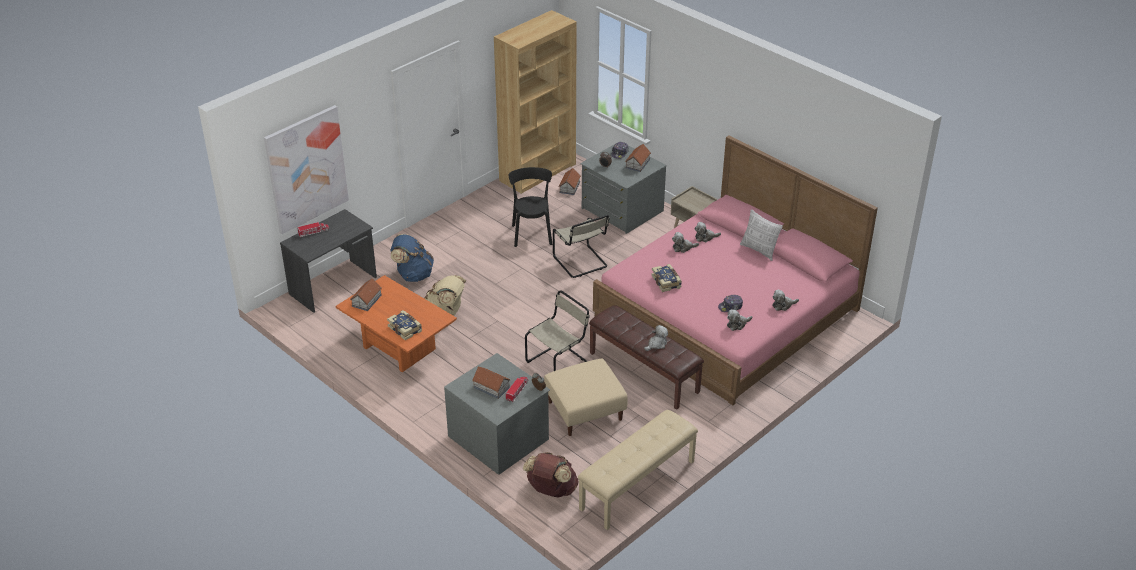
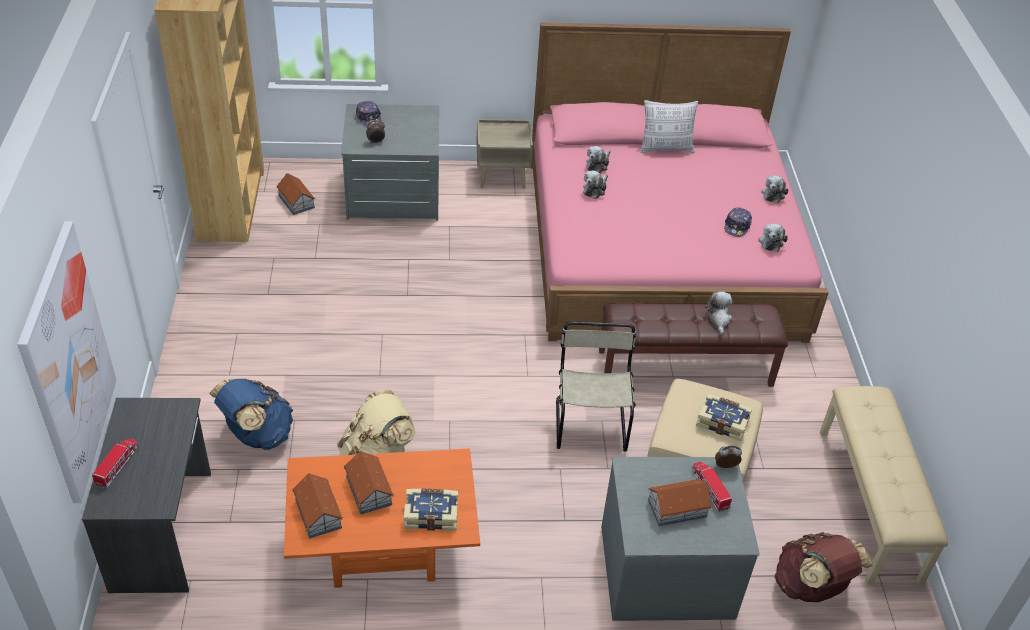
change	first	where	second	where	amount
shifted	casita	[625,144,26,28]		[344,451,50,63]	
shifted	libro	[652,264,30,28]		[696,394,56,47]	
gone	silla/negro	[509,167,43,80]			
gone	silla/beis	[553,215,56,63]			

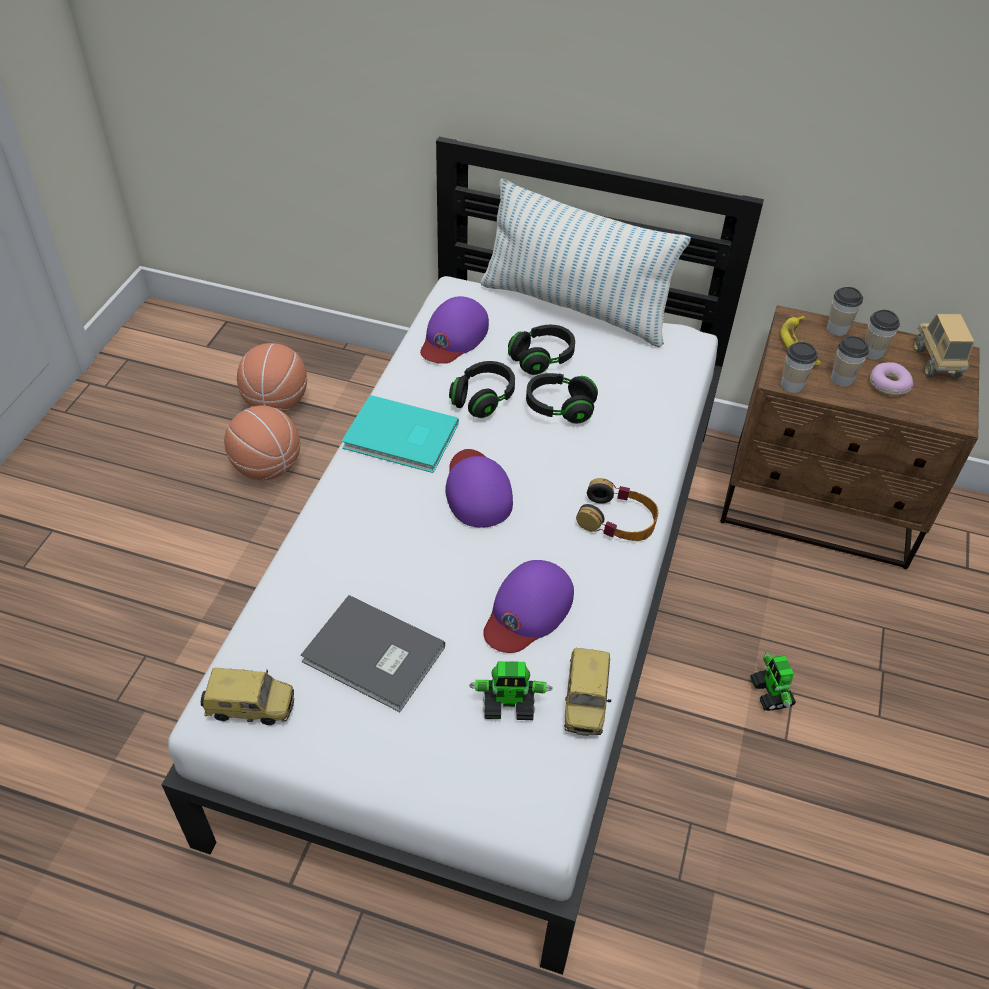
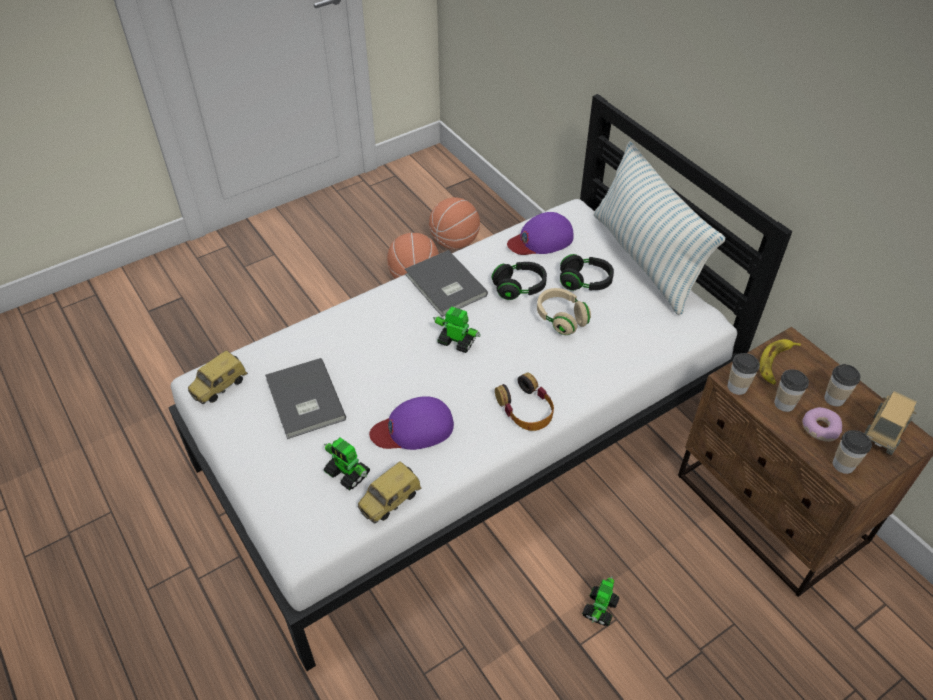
change	first	where	second	where	amount
rotated	coche de juguete	[201,668,93,57]		[188,350,60,54]	90 degrees clockwise
repainted	libro/turquesa	[341,395,118,78]	libro/gris	[405,250,83,67]	
swapped	gorra/morado	[445,449,68,79]	robot de juguete	[433,307,48,46]	
repainted	auriculares/negro	[526,373,72,51]	auriculares/beis	[537,288,54,47]	
shifted	taza	[827,287,36,49]		[833,430,39,44]	

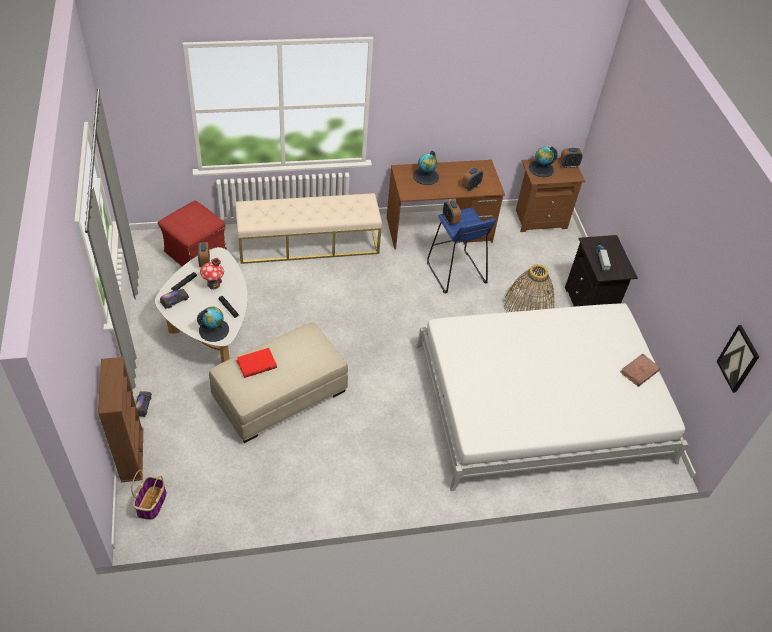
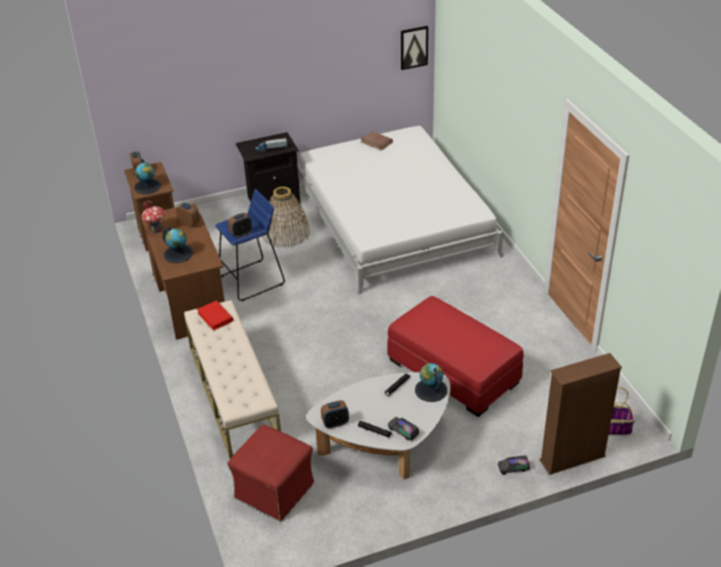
change	first	where	second	where	amount
shifted	casita	[200,258,24,31]		[142,201,23,33]	
shifted	libro/rojo	[236,348,41,30]		[197,301,37,30]	
repainted	puf/beis	[209,322,139,121]	puf/rojo	[387,296,137,121]	

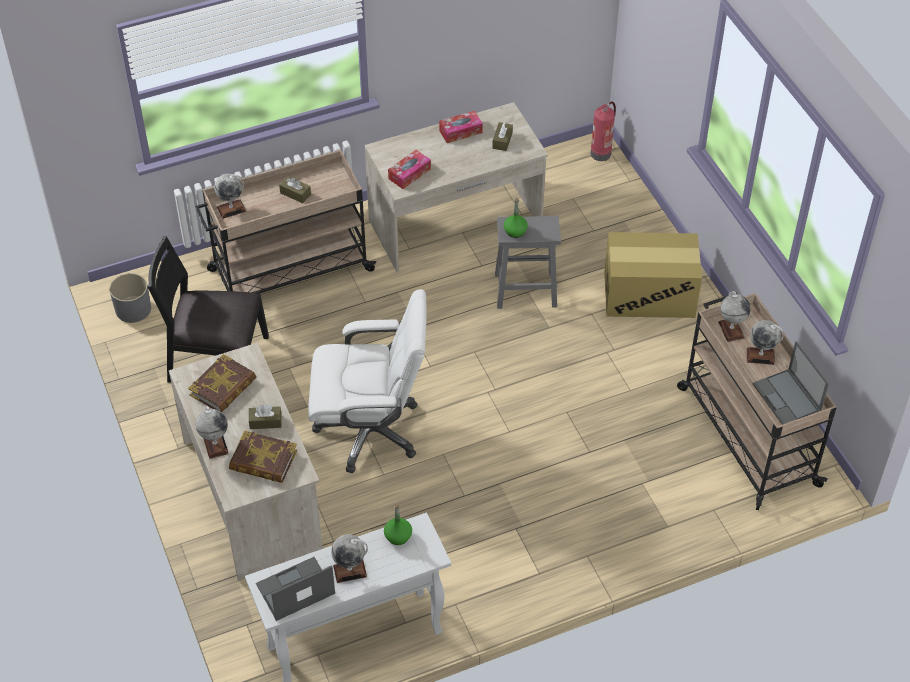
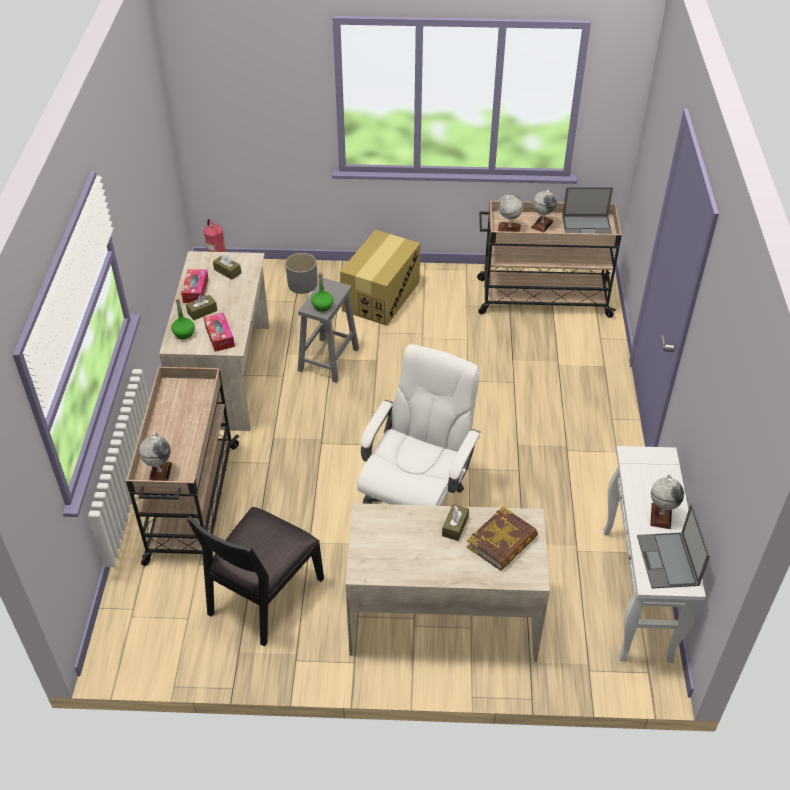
change	first	where	second	where	amount
shifted	botella/verde	[384,504,28,41]		[171,299,24,40]	
shifted	caja de pañuelos/marrón	[279,176,32,27]		[186,294,31,26]	
shifted	maceta/gris	[109,273,42,50]		[285,253,32,41]	
gone	libro	[188,354,68,58]			
gone	globo terráqueo	[196,406,33,53]			

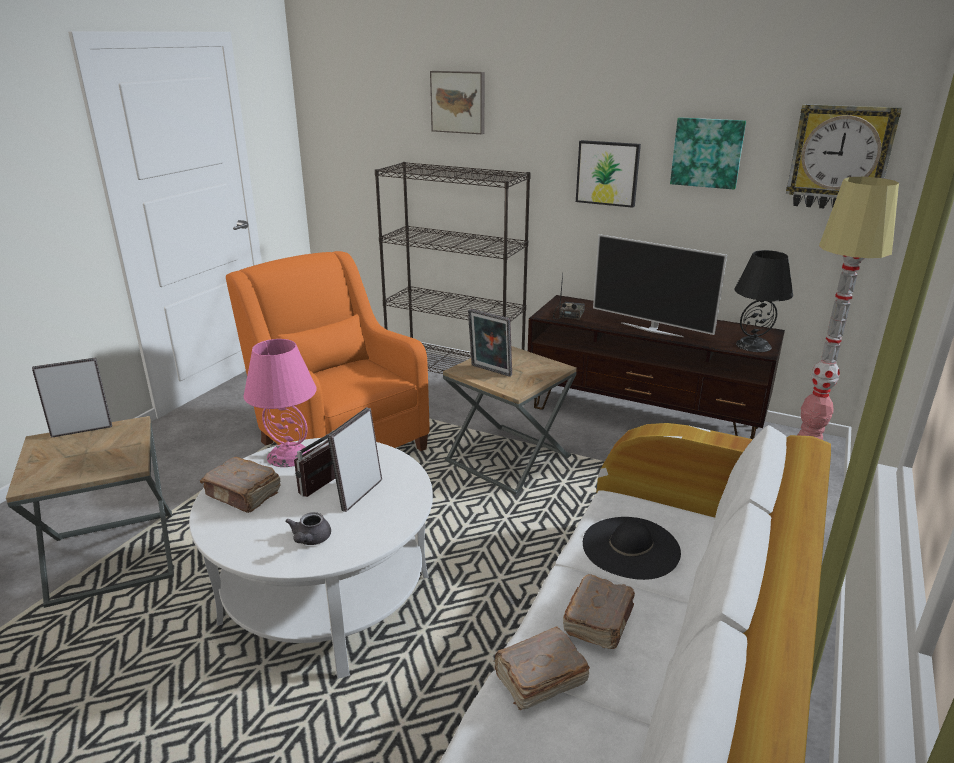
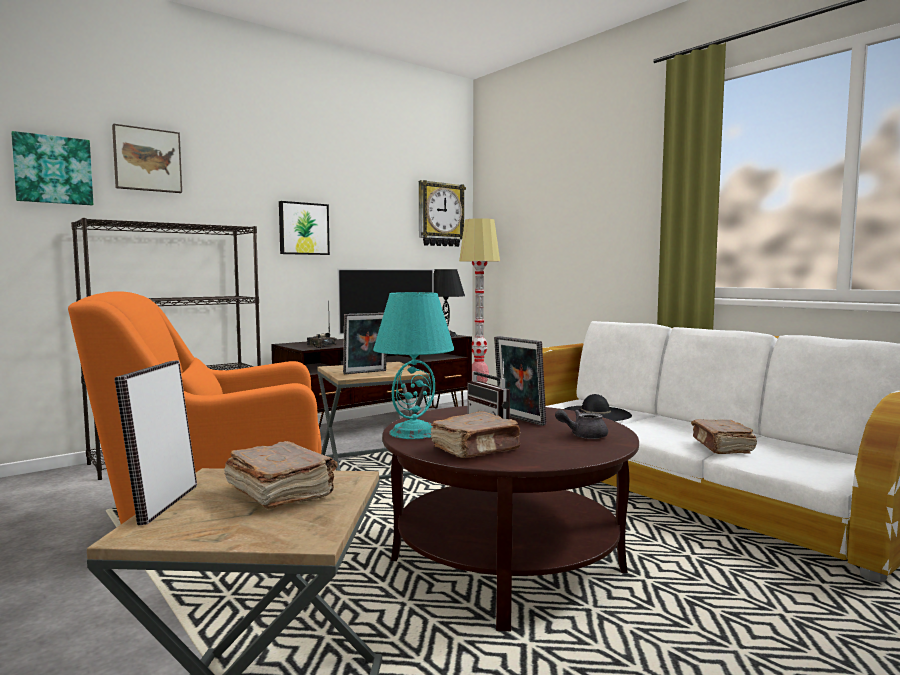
change	first	where	second	where	amount
shifted	cuadro	[670,117,76,73]		[11,131,82,74]	
shifted	libro/marrón	[563,574,72,75]		[224,441,114,68]	
repainted	lámpara de mesa/rosa	[243,339,74,128]	lámpara de mesa/turquesa	[373,292,81,147]	
repainted	mesa de centro/blanco	[189,438,244,241]	mesa de centro/marrón	[382,406,257,225]	
rotated	tetera/gris	[285,512,46,33]		[555,409,53,30]	135 degrees clockwise

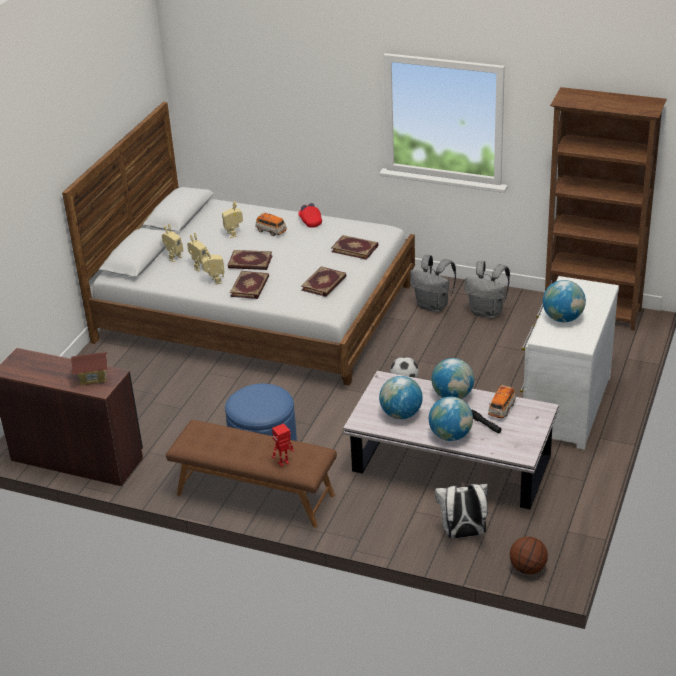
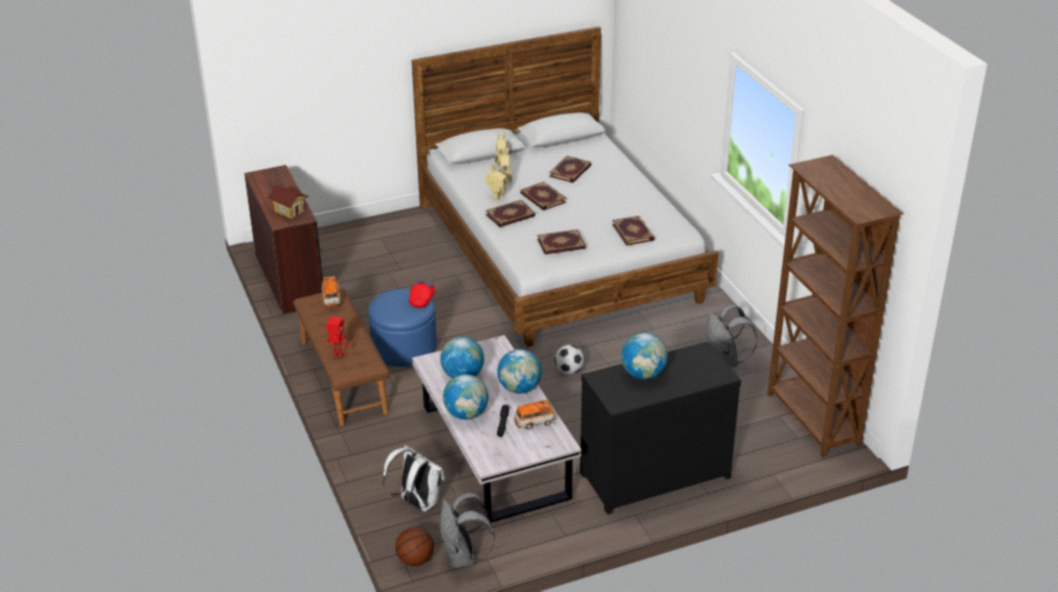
change	first	where	second	where	amount
shifted	coche de juguete	[255,212,32,24]		[322,276,19,30]	
shifted	gorra/rojo	[298,203,24,25]		[409,279,27,29]	
shifted	mochila/gris	[410,255,46,57]		[440,493,55,75]	
swapped	robot de juguete	[222,201,21,37]	libro	[549,156,42,27]	
repainted	cómoda/blanco	[520,276,99,173]	cómoda/negro	[580,342,161,172]	

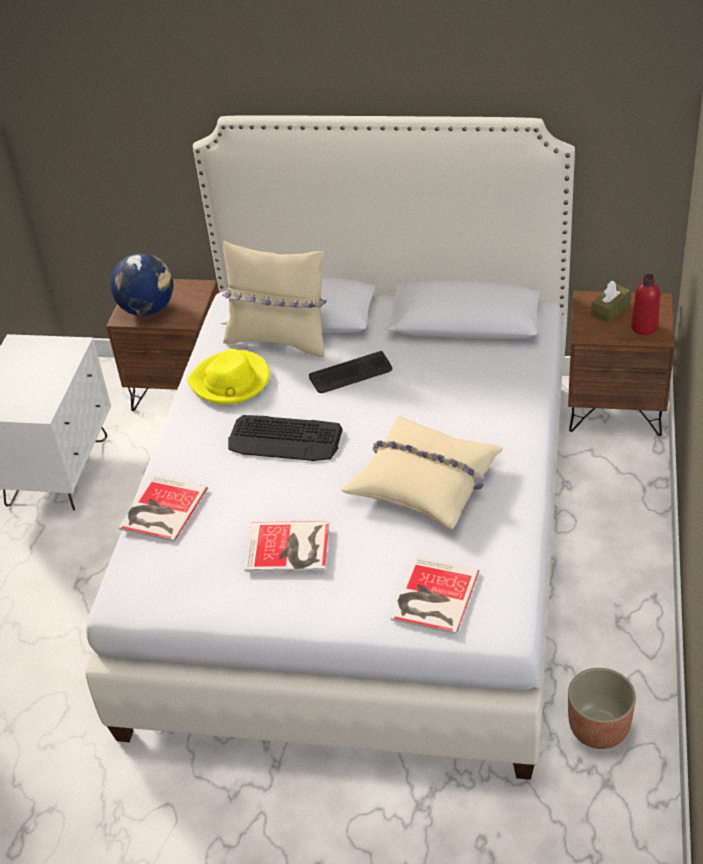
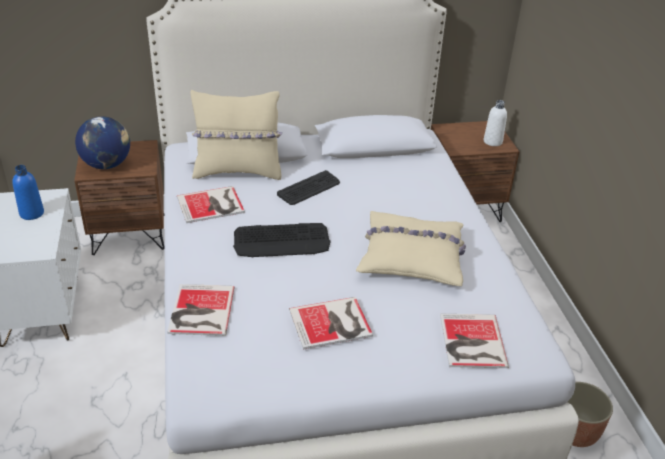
change	first	where	second	where	amount
new			botella/azul	[12,165,32,55]	
swapped	sombrero/amarillo	[187,349,83,56]	libro	[177,186,68,37]	
repainted	botella/rojo	[631,274,29,61]	botella/blanco	[484,100,23,46]	
gone	caja de pañuelos/marrón	[591,281,40,42]			

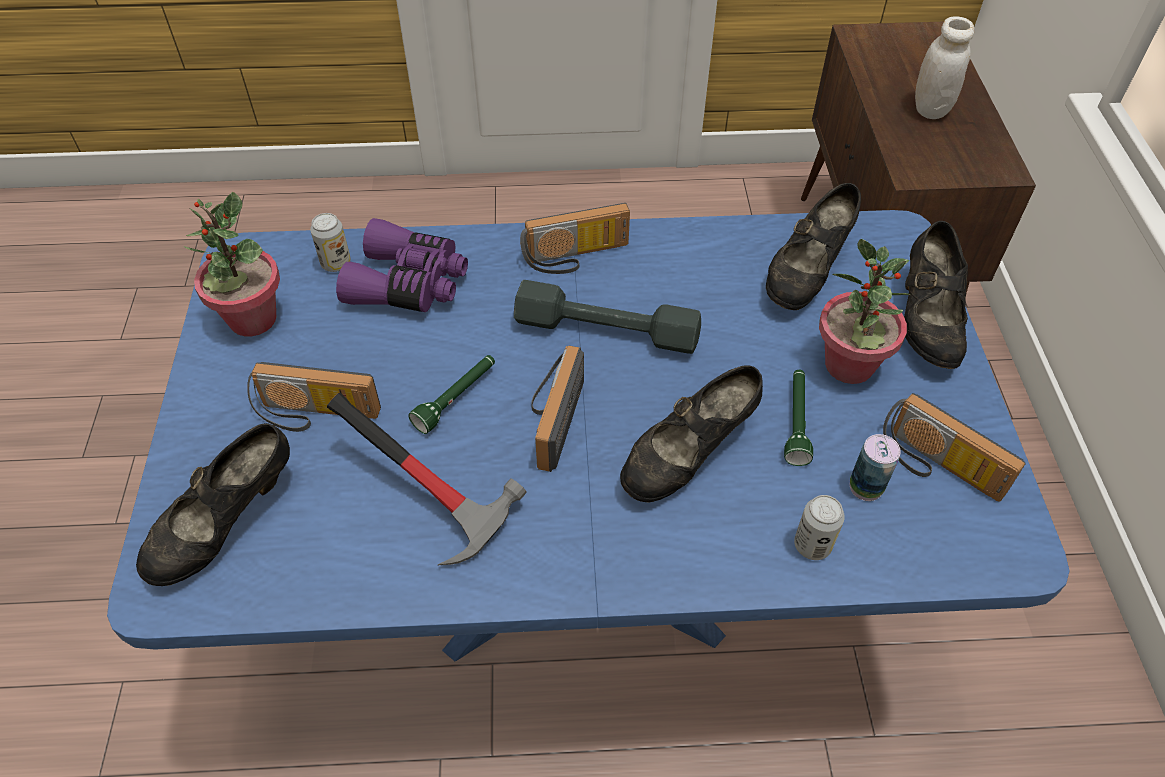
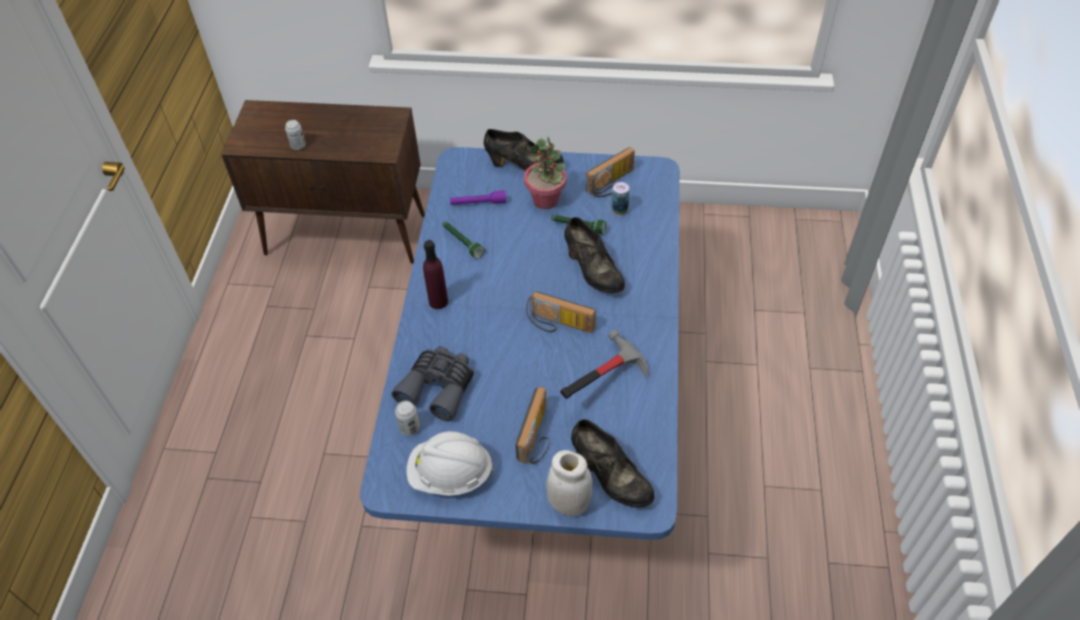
change	first	where	second	where	amount
shifted	lata	[794,495,51,65]		[285,120,21,30]	
repainted	prismáticos/morado	[336,218,132,94]	prismáticos/gris	[392,346,82,76]	
swapped	planta en maceta	[184,192,96,144]	casco/blanco	[407,431,87,65]	
swapped	radio	[520,203,110,71]	botella/morado	[423,240,25,69]	
shifted	linterna/verde	[408,355,87,79]		[443,222,42,37]	
swapped	zapato/negro	[766,183,95,127]	linterna/morado	[450,190,56,15]	
shifted	tarro/blanco	[915,16,59,103]		[546,450,46,66]	
gone	mancuerna/gris	[514,280,187,74]			

